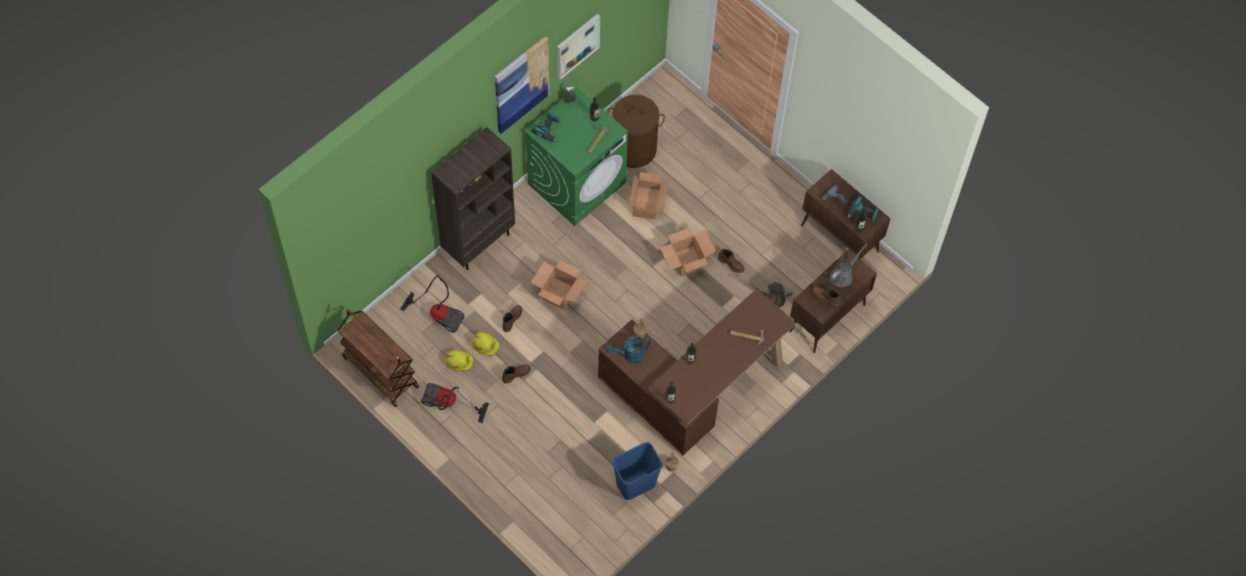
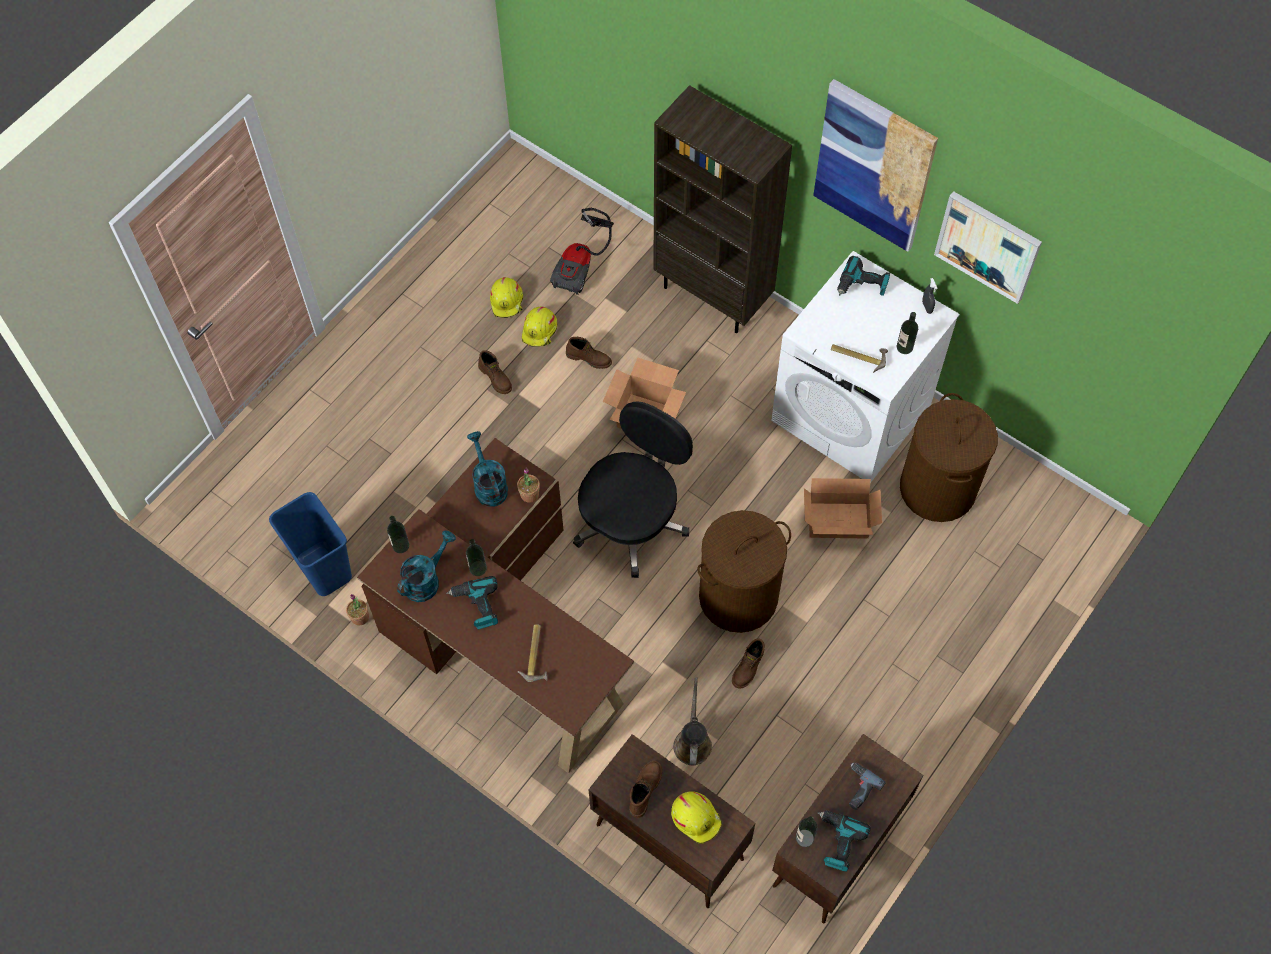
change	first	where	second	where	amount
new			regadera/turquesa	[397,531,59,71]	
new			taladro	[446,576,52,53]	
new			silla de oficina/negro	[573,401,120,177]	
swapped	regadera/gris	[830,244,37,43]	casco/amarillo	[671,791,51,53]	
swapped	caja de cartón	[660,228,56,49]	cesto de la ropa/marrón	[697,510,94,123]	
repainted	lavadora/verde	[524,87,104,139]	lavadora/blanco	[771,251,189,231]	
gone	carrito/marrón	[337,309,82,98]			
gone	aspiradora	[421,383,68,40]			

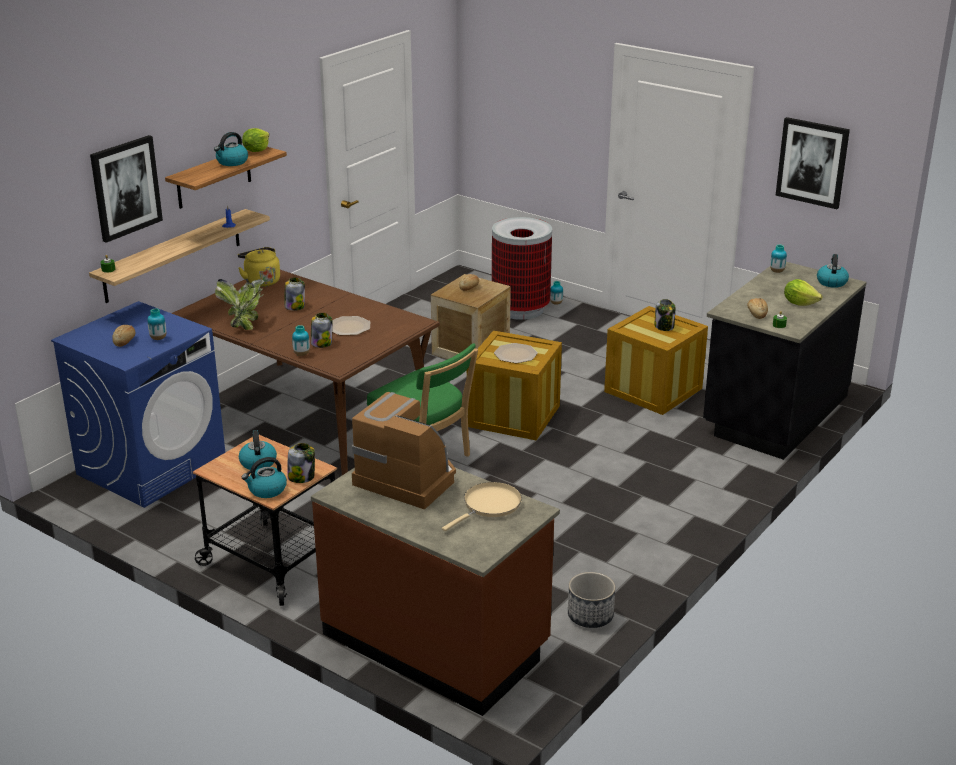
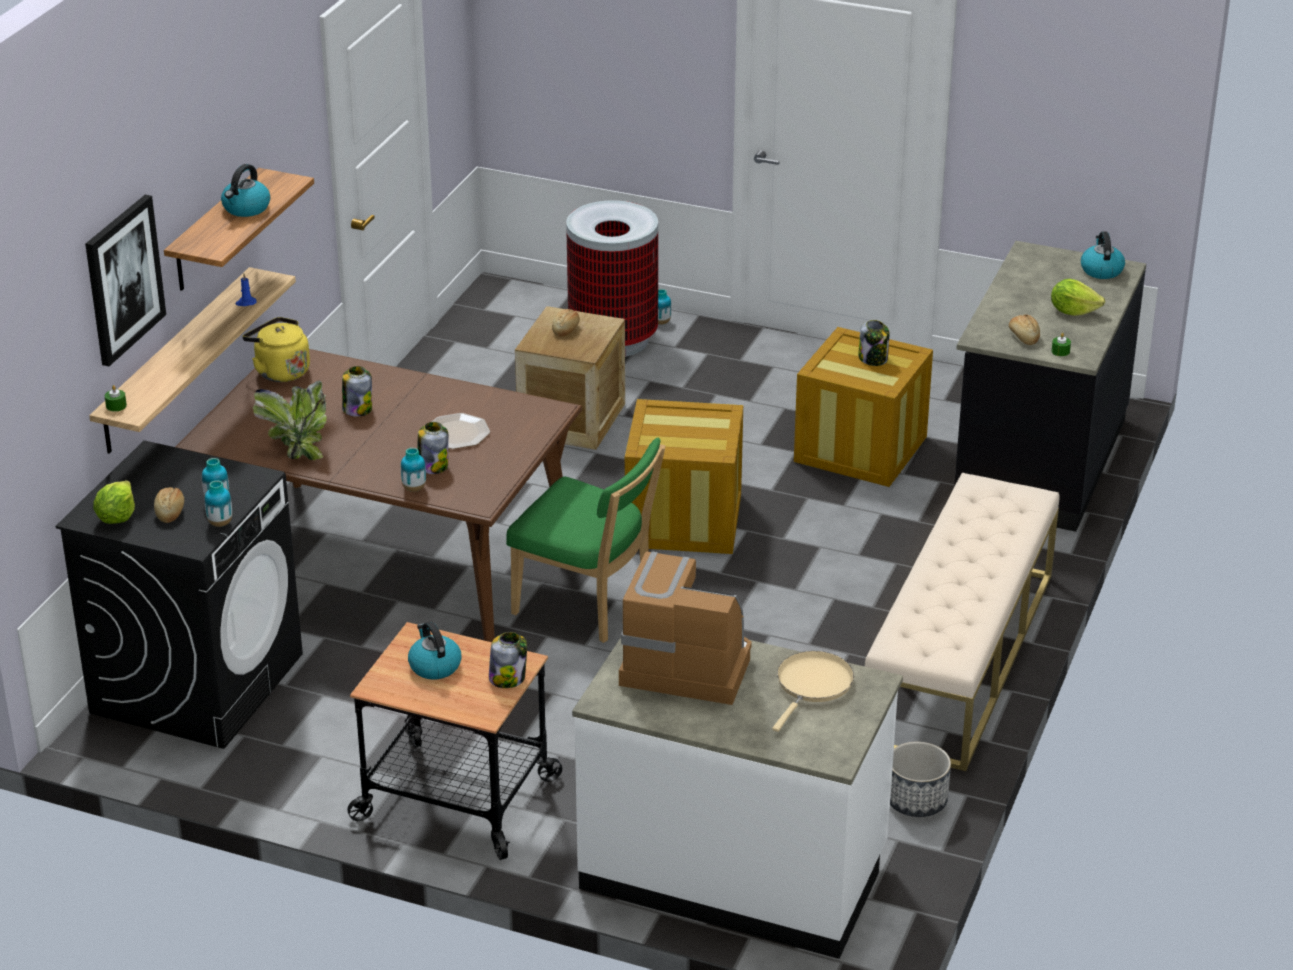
change	first	where	second	where	amount
repainted	lavadora/azul	[51,301,174,207]	lavadora/negro	[55,440,248,309]	
shifted	lechuga	[242,128,27,24]		[93,480,42,44]	
shifted	florero	[770,245,17,28]		[205,481,27,46]	
repainted	mueble bajo de cocina/marrón	[311,467,249,249]	mueble bajo de cocina/blanco	[572,638,331,321]	
new			banco/beis	[865,473,195,298]	
gone	hervidor	[242,457,45,41]			
gone	plato	[494,343,44,20]			
gone	cuadro	[776,117,74,92]			

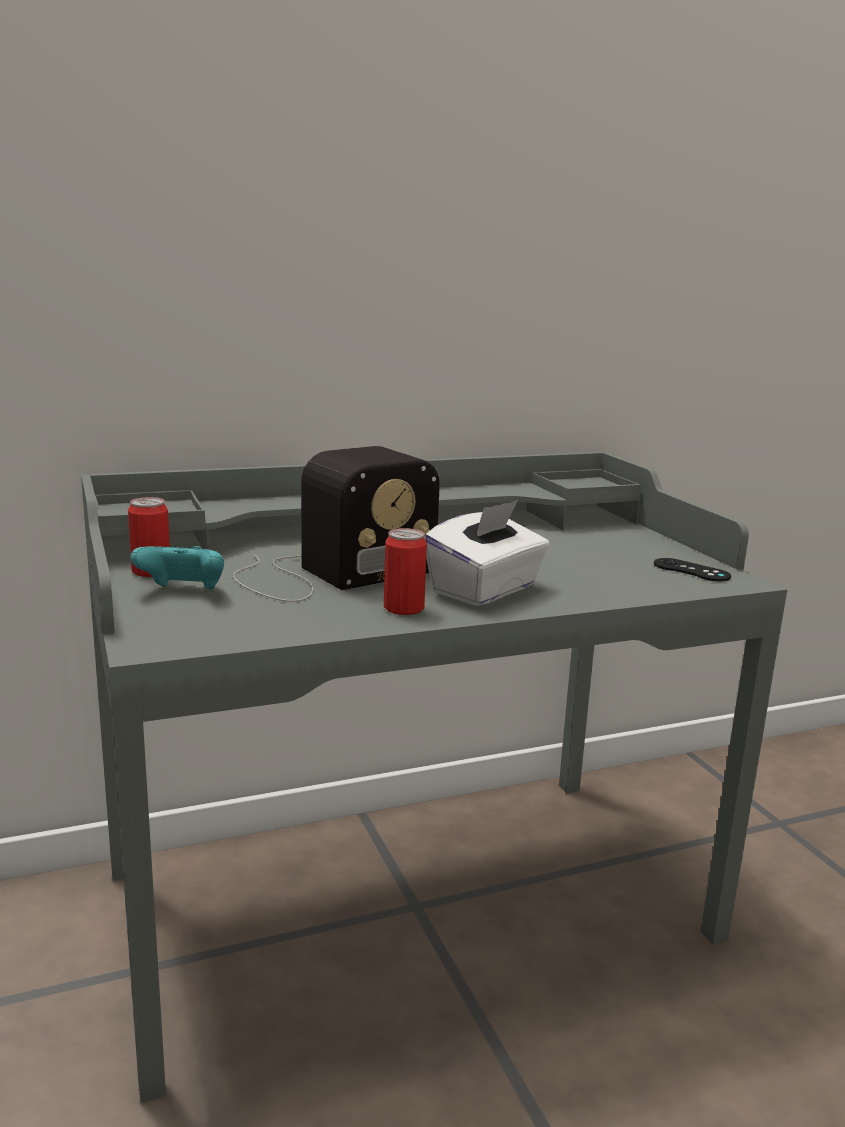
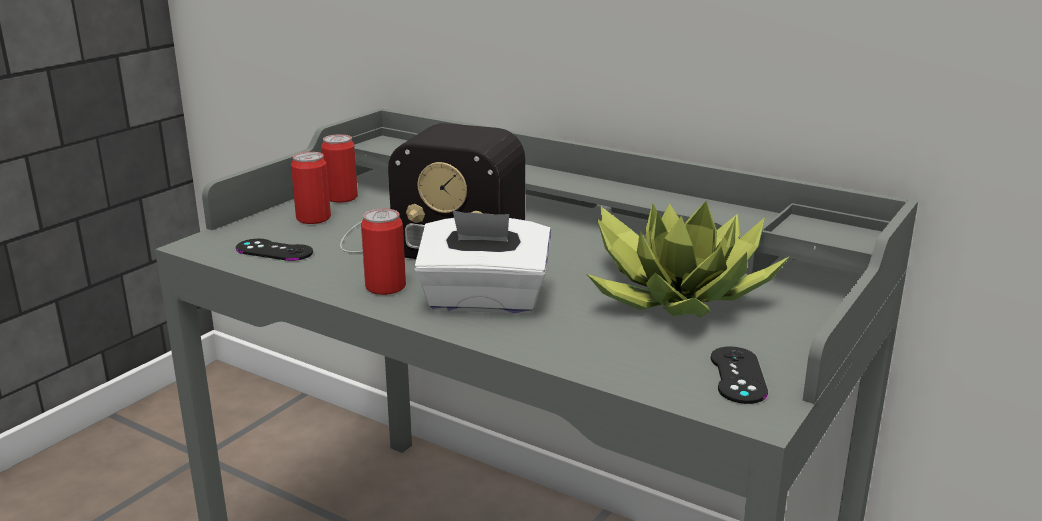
change	first	where	second	where	amount
new			mando de consola/negro	[236,239,77,22]	
swapped	mando de consola/turquesa	[130,546,94,43]	lata	[291,152,40,72]	
new			planta en maceta	[587,201,203,117]	

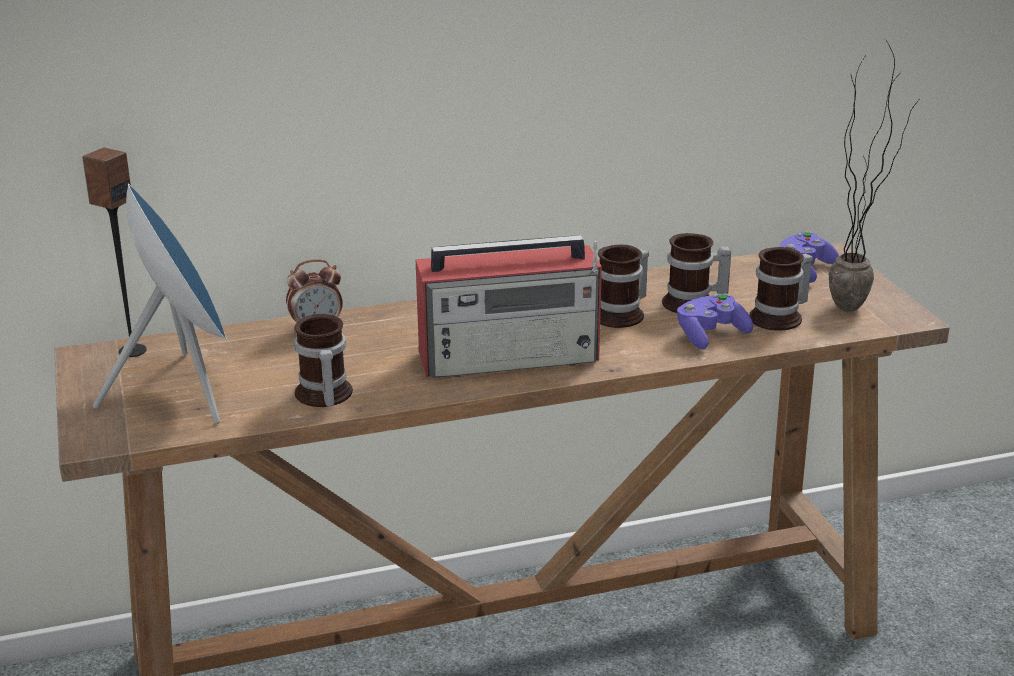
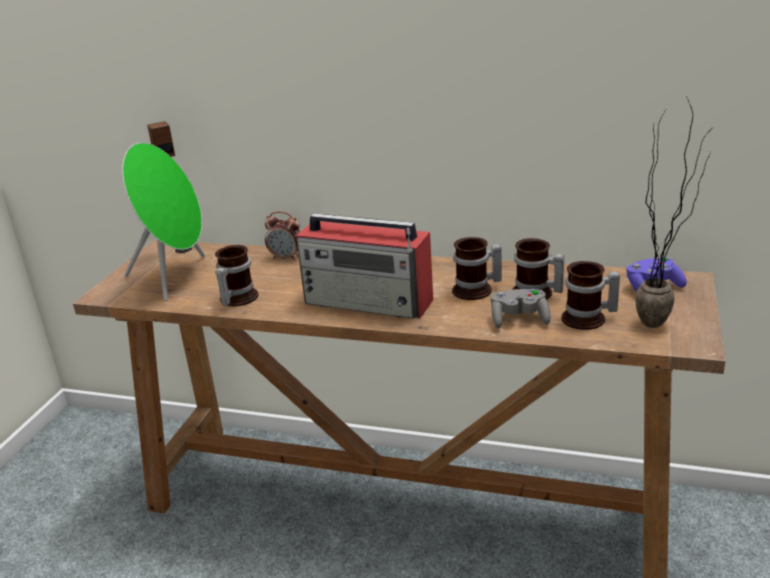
change	first	where	second	where	amount
repainted	altavoz/azul	[93,184,133,240]	altavoz/verde	[122,143,83,158]	
repainted	mando de consola/morado	[677,293,76,56]	mando de consola/gris	[491,289,60,39]	

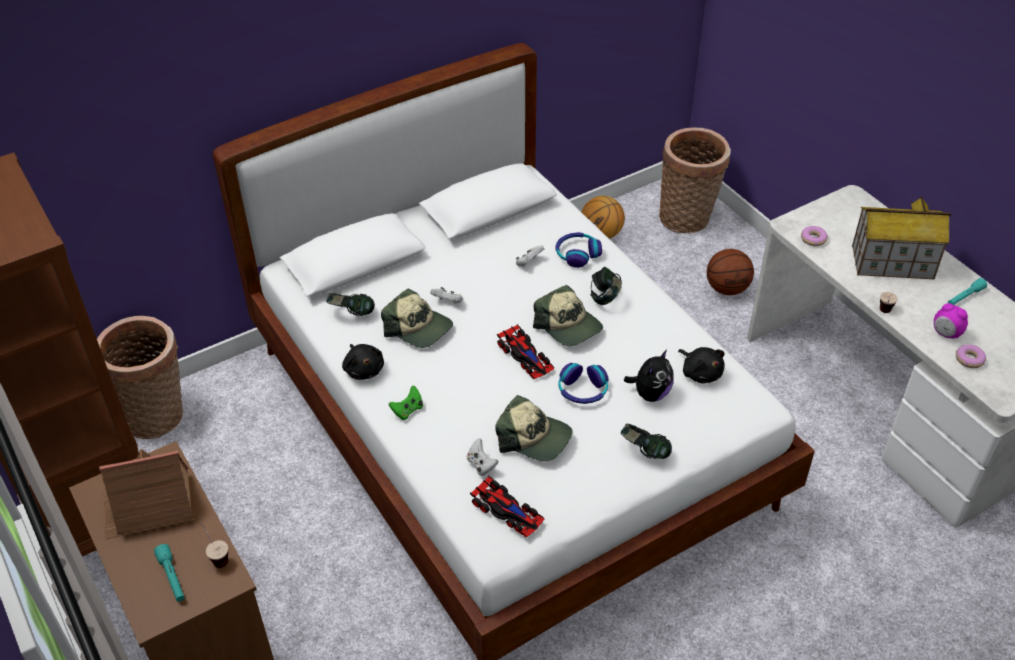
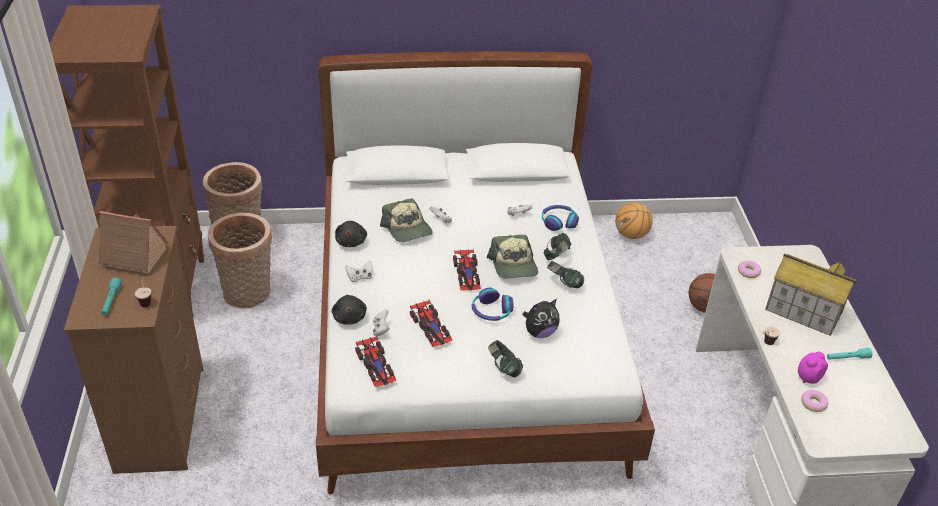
change	first	where	second	where	amount
shifted	cesta	[659,128,72,106]		[208,213,64,96]	
shifted	peluche/negro	[678,347,47,37]		[332,294,35,31]	
repainted	mando de consola/verde	[389,386,34,34]	mando de consola/blanco	[346,261,27,21]	
swapped	gorra	[495,395,78,66]	coche de juguete	[410,300,42,47]	
shifted	auriculares	[326,293,49,23]		[547,260,37,28]	
rotated	despertador	[934,303,34,35]		[798,351,30,33]	75 degrees clockwise

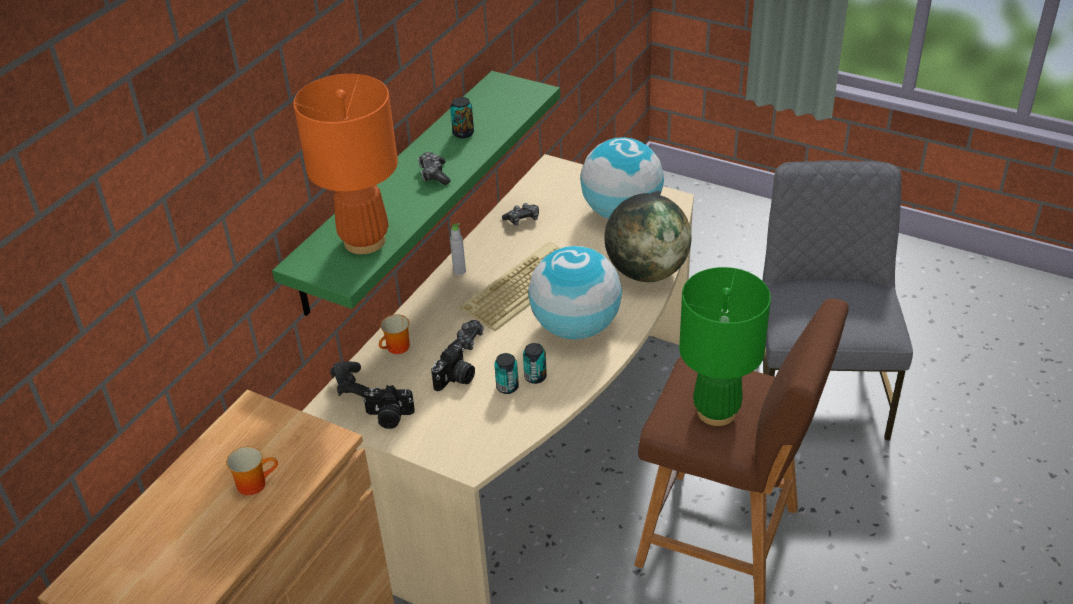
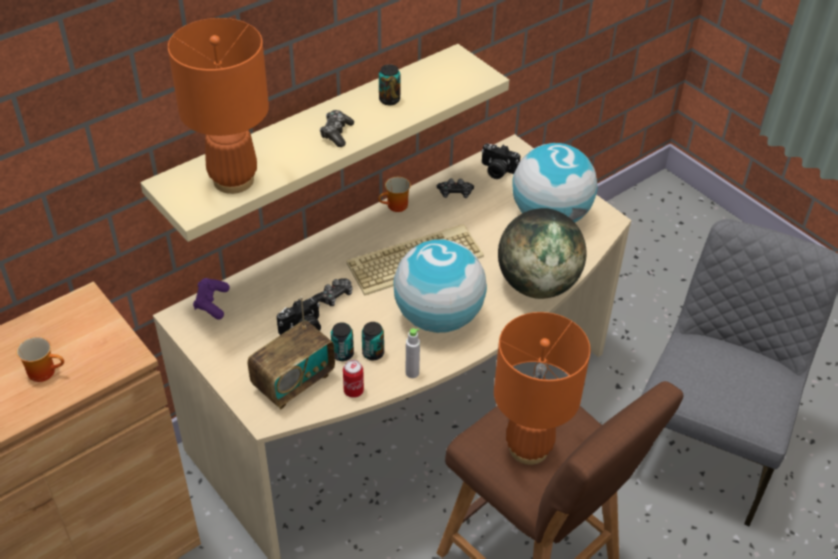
change	first	where	second	where	amount
repainted	estante/verde	[272,71,288,245]	estante/beis	[140,44,369,198]	
repainted	mando de consola/negro	[330,361,40,36]	mando de consola/morado	[193,278,37,42]	
new			radio	[248,297,87,112]	
new			lata	[343,360,21,38]	
shifted	taza grande	[379,314,31,40]		[378,177,33,35]	
shifted	botella/gris	[450,223,16,52]		[405,328,15,50]	
shifted	cámara	[363,385,52,44]		[481,143,40,36]	
repainted	lámpara de mesa/verde	[679,267,92,159]	lámpara de mesa/naranja	[494,312,97,153]	

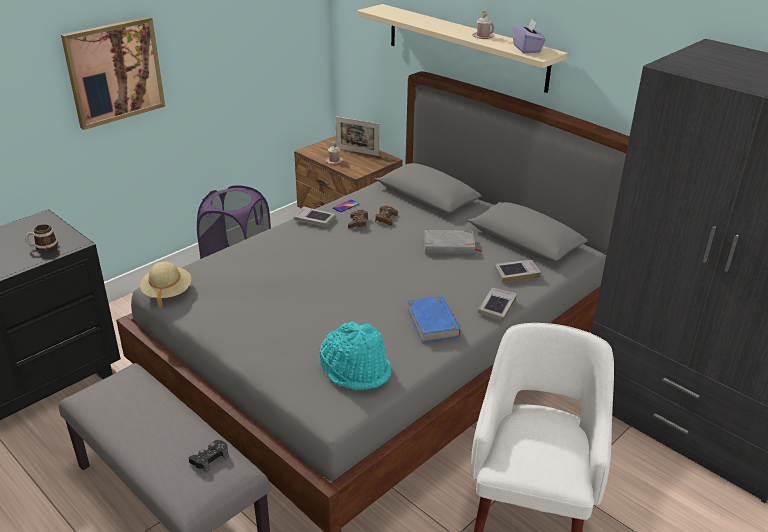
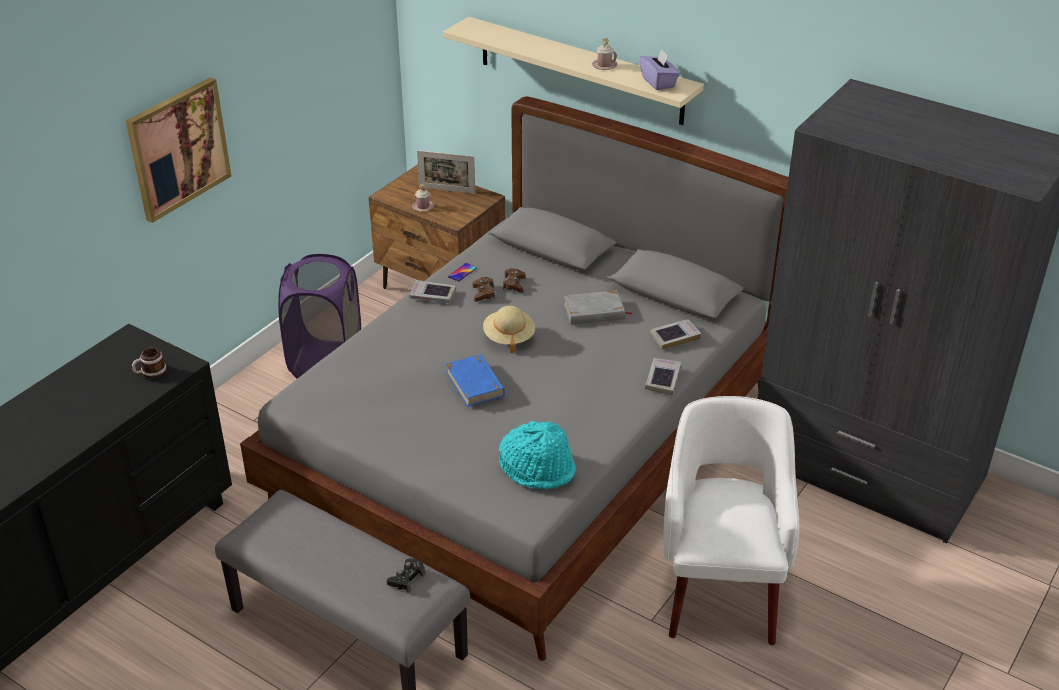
change	first	where	second	where	amount
shifted	libro/azul	[407,296,53,46]		[446,354,59,53]	
shifted	sombrero/beis	[140,262,51,45]		[483,306,52,48]	

